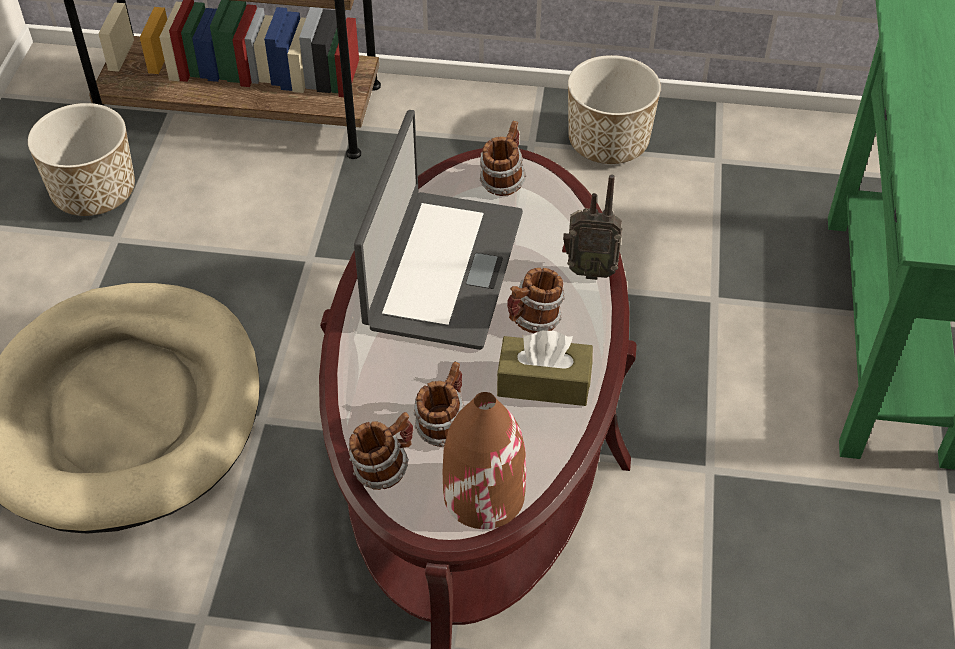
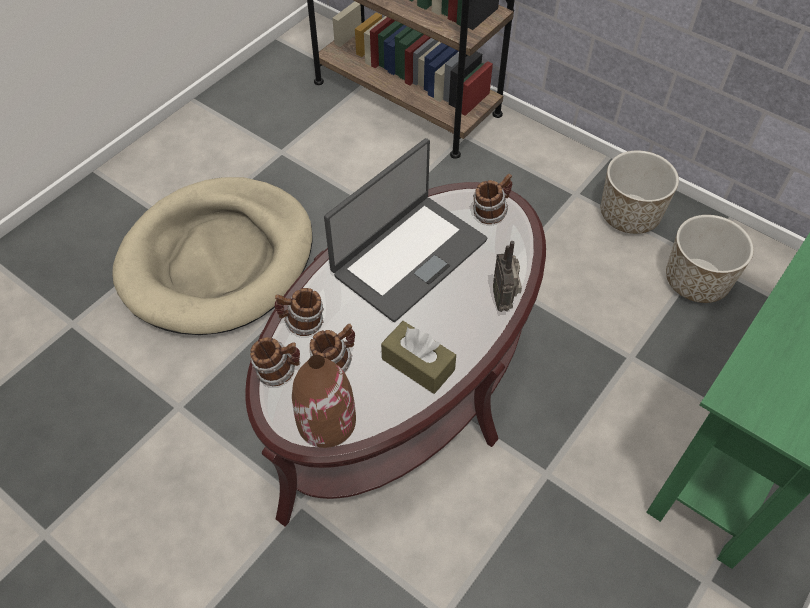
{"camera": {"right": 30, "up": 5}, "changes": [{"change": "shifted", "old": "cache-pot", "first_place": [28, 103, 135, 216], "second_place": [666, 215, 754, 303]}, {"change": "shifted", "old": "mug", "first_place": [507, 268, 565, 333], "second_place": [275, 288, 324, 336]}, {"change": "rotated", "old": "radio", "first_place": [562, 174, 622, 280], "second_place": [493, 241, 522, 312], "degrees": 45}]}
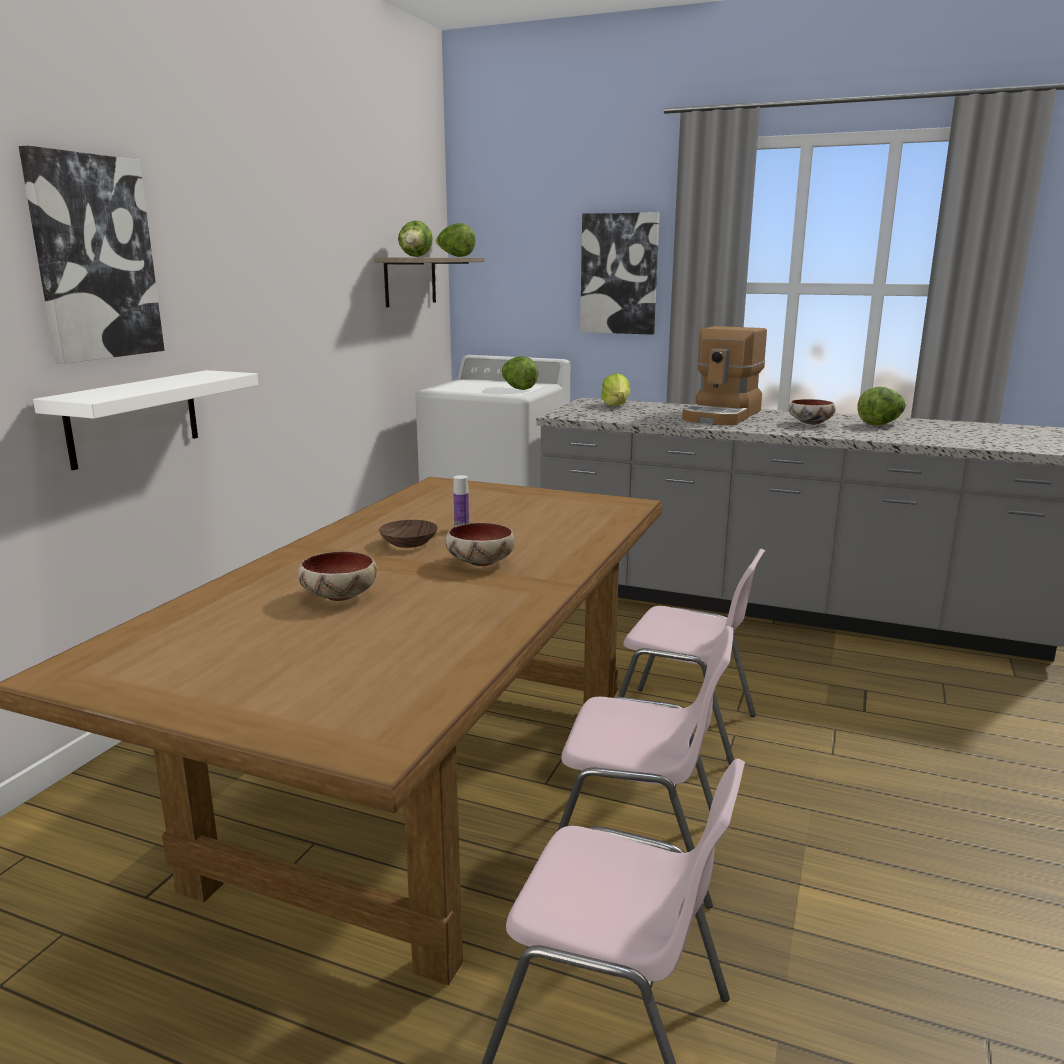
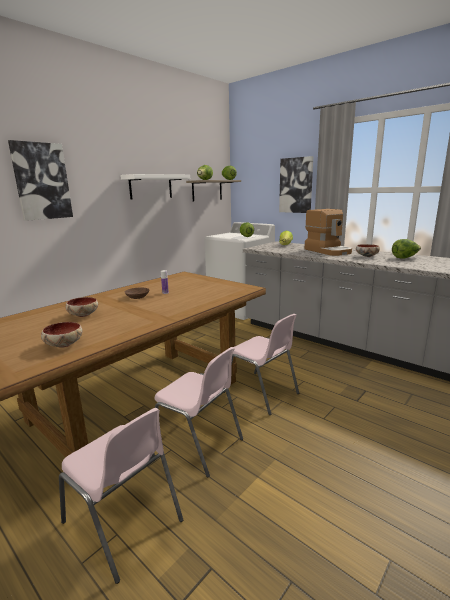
{"camera": {"right": 20, "up": 0}, "changes": [{"change": "shifted", "old": "étagère (blanc)", "first_place": [33, 370, 258, 470], "second_place": [120, 174, 190, 200]}, {"change": "shifted", "old": "bol", "first_place": [445, 523, 515, 566], "second_place": [41, 322, 82, 348]}, {"change": "rotated", "old": "machine à café", "first_place": [682, 326, 767, 425], "second_place": [305, 209, 352, 256], "degrees": -75}]}
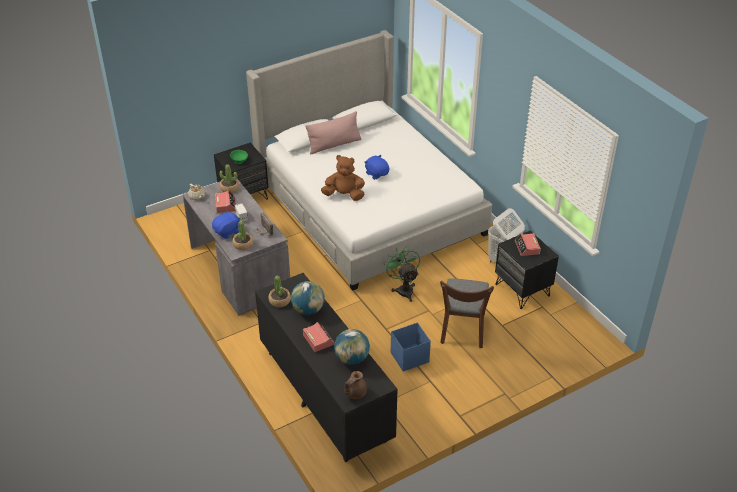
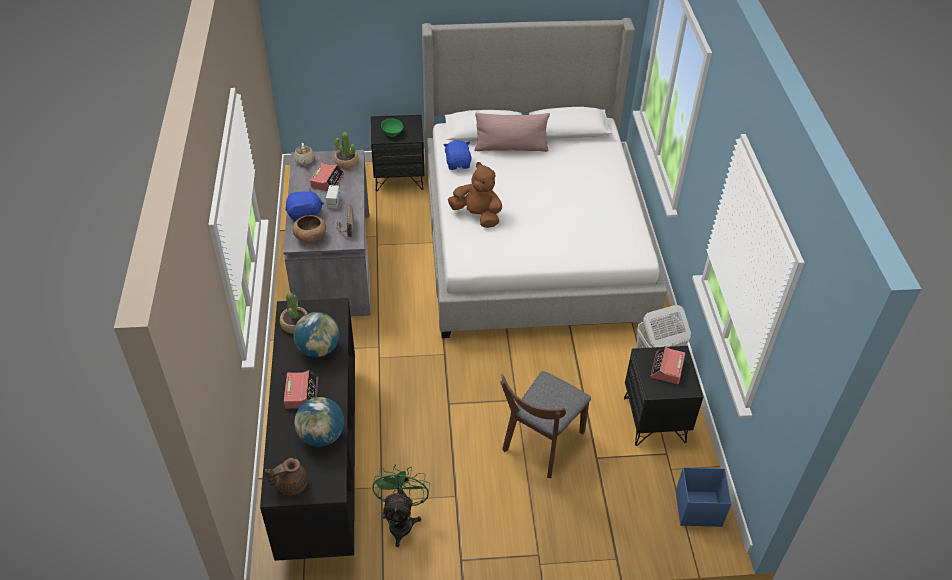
{"camera": {"right": 25, "up": 5}, "changes": [{"change": "shifted", "old": "peluche (bleu)", "first_place": [364, 155, 389, 180], "second_place": [443, 140, 472, 170]}, {"change": "shifted", "old": "ventilateur (vert)", "first_place": [384, 247, 420, 302], "second_place": [372, 464, 430, 547]}, {"change": "shifted", "old": "boîte de rangement (bleu)", "first_place": [391, 322, 431, 371], "second_place": [676, 467, 732, 527]}, {"change": "swapped", "old": "plante en pot", "new": "bol (marron)", "first_place": [232, 221, 253, 250], "second_place": [293, 215, 326, 243]}]}
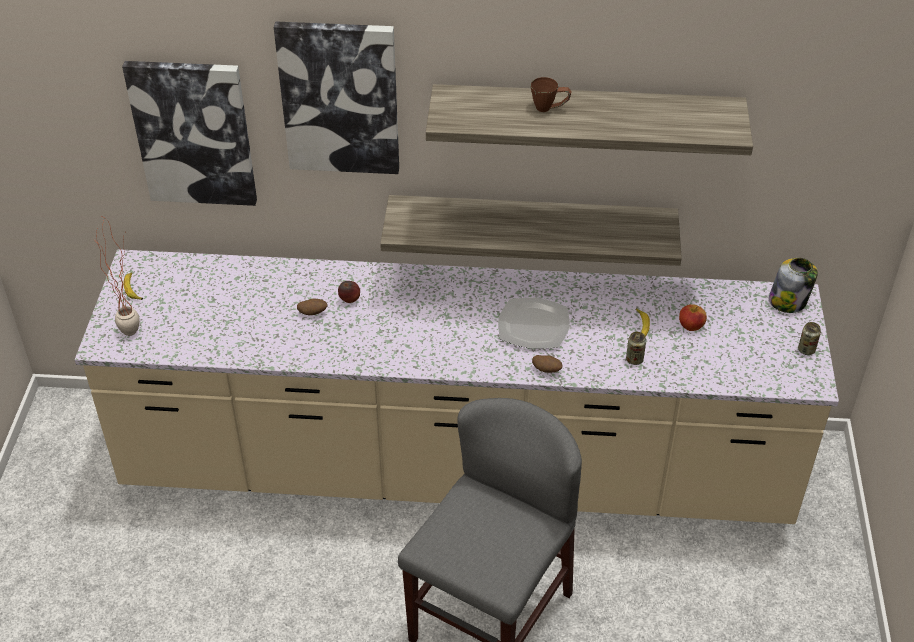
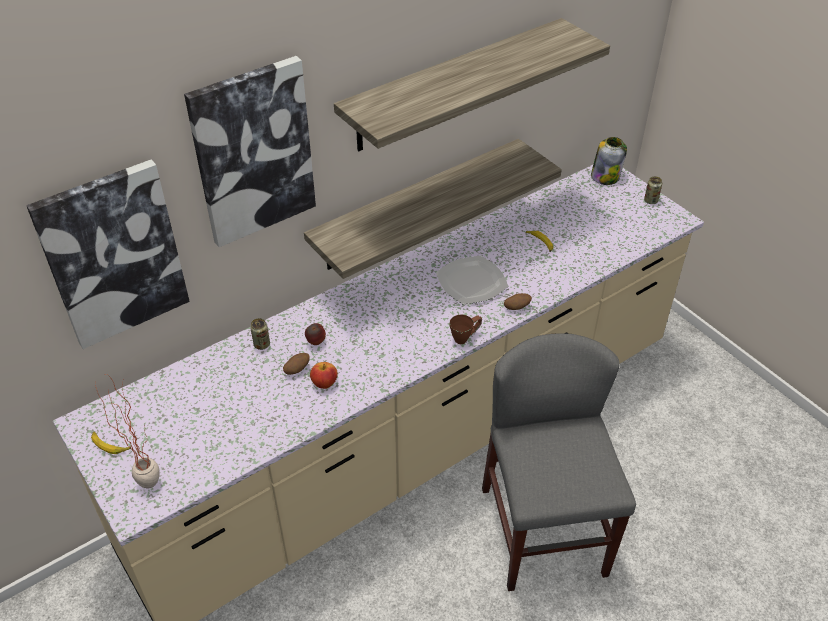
{"camera": {"right": -40, "up": 0}, "changes": [{"change": "shifted", "old": "mug (marron)", "first_place": [531, 77, 571, 112], "second_place": [449, 315, 482, 344]}, {"change": "shifted", "old": "boîte métallique", "first_place": [626, 332, 646, 365], "second_place": [250, 318, 270, 350]}, {"change": "shifted", "old": "pomme", "first_place": [679, 304, 707, 331], "second_place": [310, 362, 338, 389]}]}
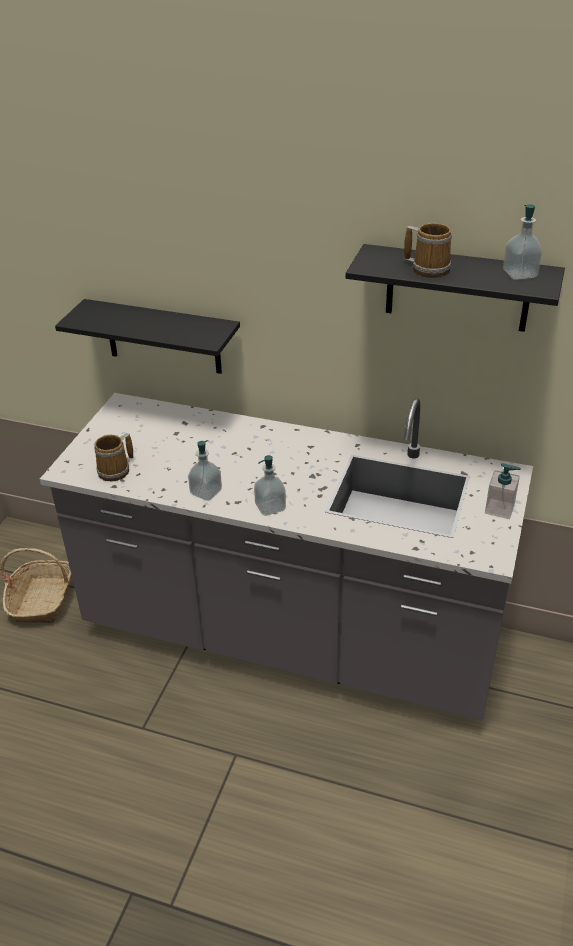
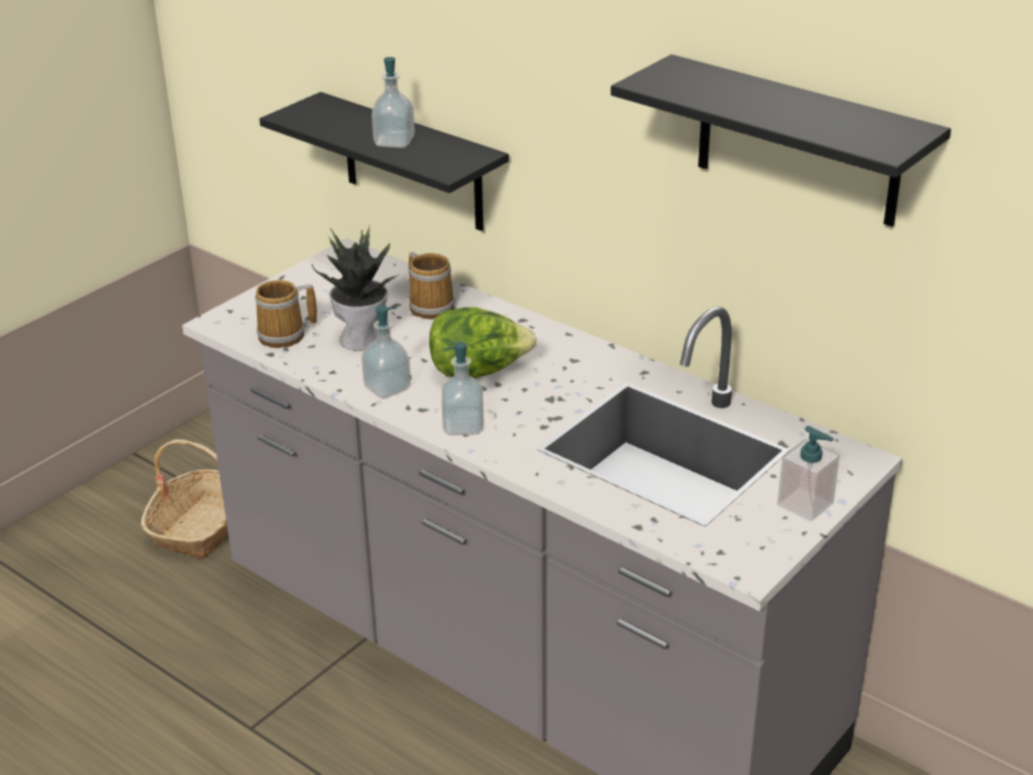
{"camera": {"right": 20, "up": -5}, "changes": [{"change": "new", "new": "plante en pot", "second_place": [312, 222, 400, 351]}, {"change": "new", "new": "laitue", "second_place": [429, 307, 537, 378]}, {"change": "shifted", "old": "mug", "first_place": [404, 223, 452, 278], "second_place": [409, 252, 455, 319]}, {"change": "shifted", "old": "distributeur de savon", "first_place": [503, 204, 542, 280], "second_place": [372, 57, 415, 148]}]}
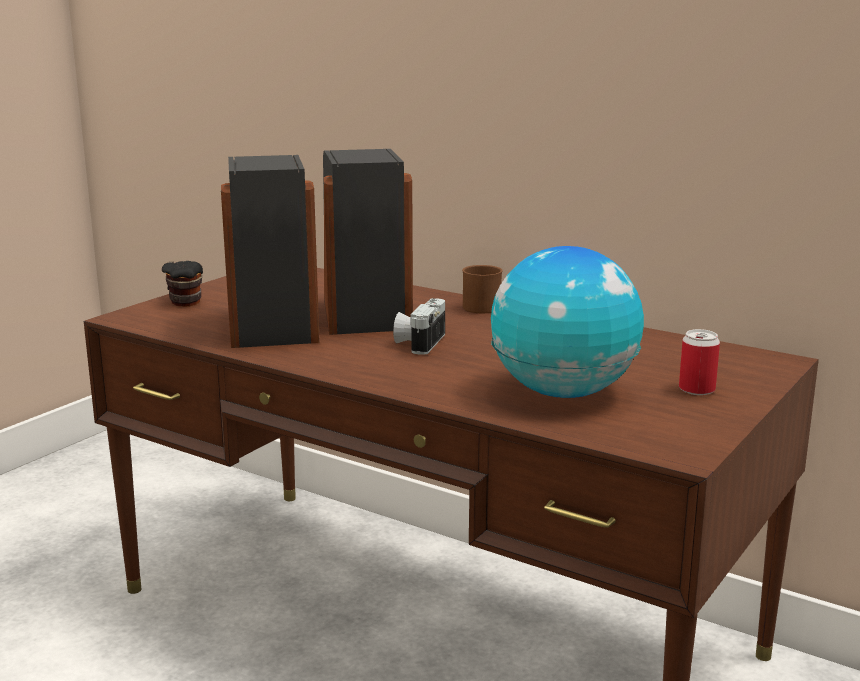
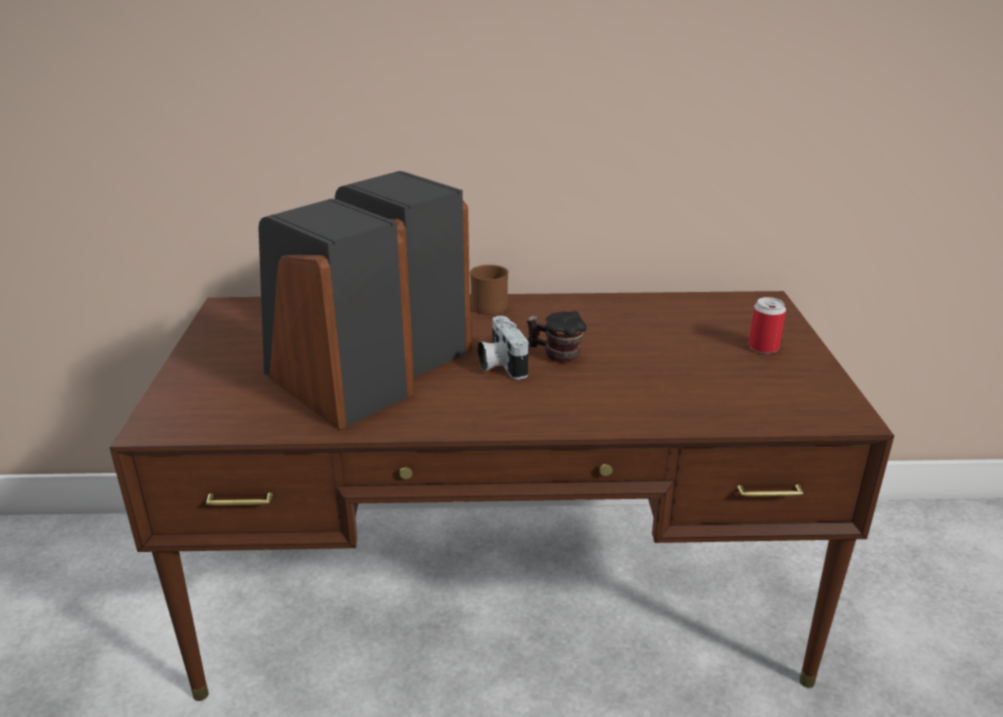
{"camera": {"right": -35, "up": 10}, "changes": [{"change": "gone", "old": "globe", "first_place": [491, 246, 644, 398]}, {"change": "shifted", "old": "mug", "first_place": [162, 261, 203, 307], "second_place": [526, 311, 586, 363]}]}
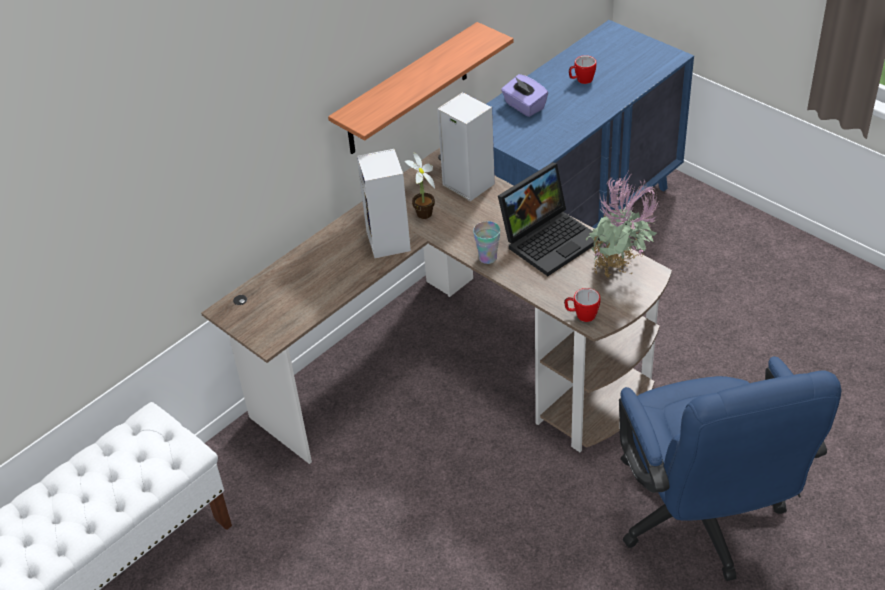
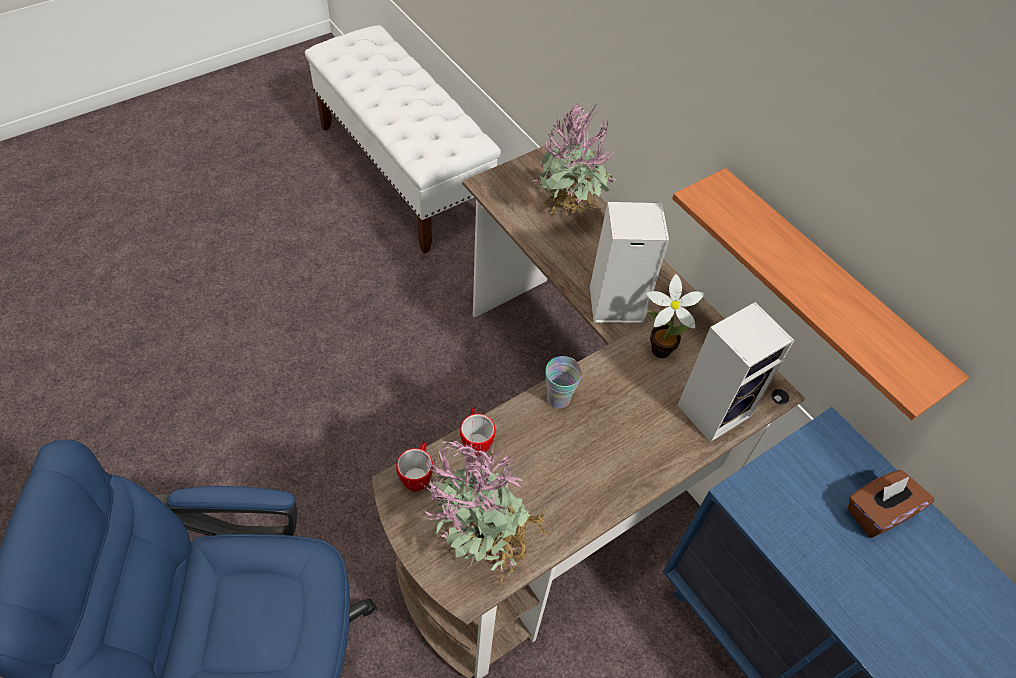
{"camera": {"right": 95, "up": 10}, "changes": [{"change": "gone", "old": "ordinateur portable", "first_place": [498, 162, 600, 276]}, {"change": "new", "new": "plante en pot", "second_place": [533, 103, 616, 222]}, {"change": "shifted", "old": "mug", "first_place": [569, 55, 597, 84], "second_place": [460, 407, 495, 456]}, {"change": "repainted", "old": "boîte à mouchoirs (violet)", "new": "boîte à mouchoirs (marron)", "first_place": [501, 74, 548, 117], "second_place": [848, 470, 935, 538]}]}
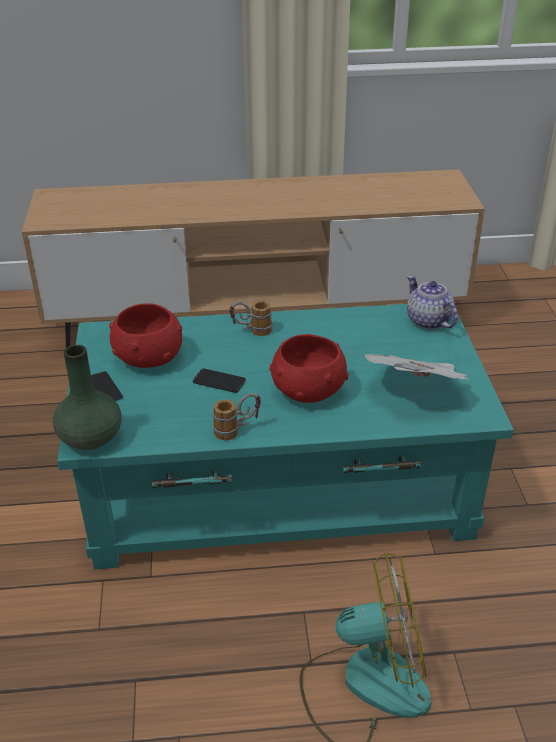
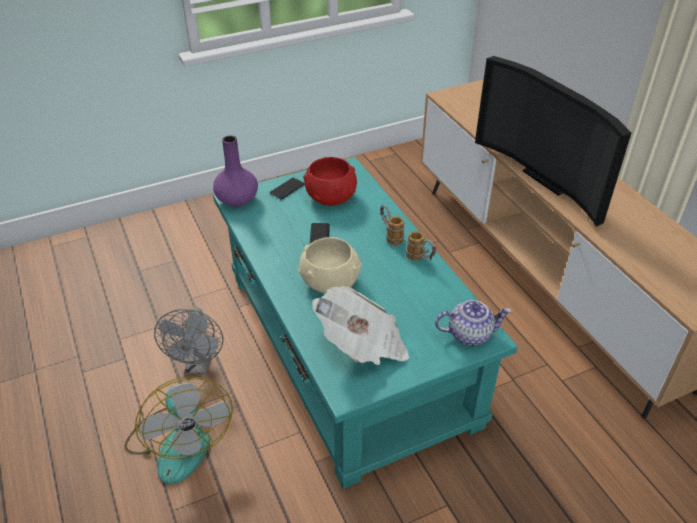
{"camera": {"right": 70, "up": 5}, "changes": [{"change": "new", "new": "ventilateur (gris)", "second_place": [154, 307, 223, 374]}, {"change": "new", "new": "téléviseur", "second_place": [475, 56, 631, 227]}, {"change": "shifted", "old": "mug", "first_place": [213, 393, 261, 440], "second_place": [406, 231, 436, 261]}, {"change": "repainted", "old": "vase (vert)", "new": "vase (violet)", "first_place": [53, 345, 122, 450], "second_place": [213, 135, 258, 207]}, {"change": "repainted", "old": "bol (rouge)", "new": "bol (beige)", "first_place": [270, 334, 348, 403], "second_place": [298, 237, 362, 293]}, {"change": "rotated", "old": "théière", "first_place": [407, 276, 458, 330], "second_place": [435, 300, 511, 346], "degrees": 45}]}
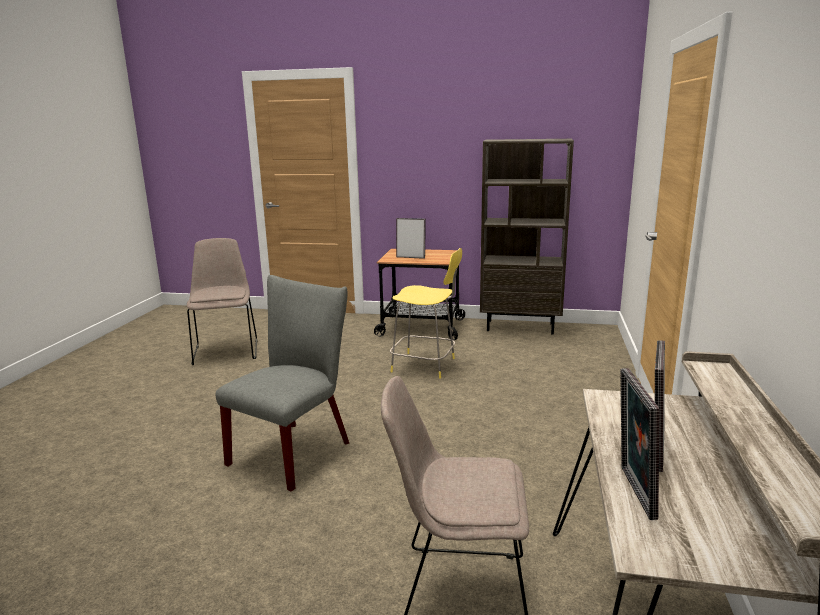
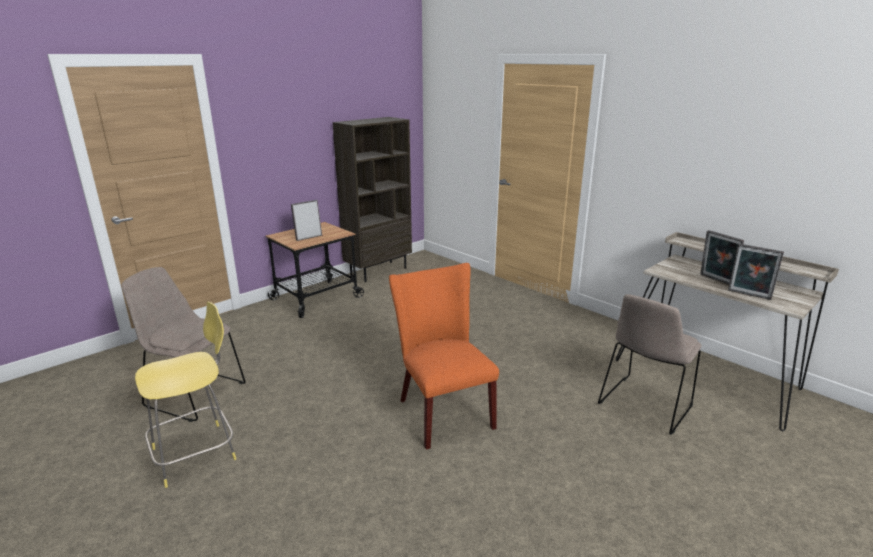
{"camera": {"right": -55, "up": 5}, "changes": [{"change": "shifted", "old": "tabouret (jaune)", "first_place": [390, 248, 462, 379], "second_place": [135, 302, 236, 488]}, {"change": "repainted", "old": "chaise (gris)", "new": "chaise (orange)", "first_place": [216, 275, 349, 492], "second_place": [389, 263, 499, 450]}]}
